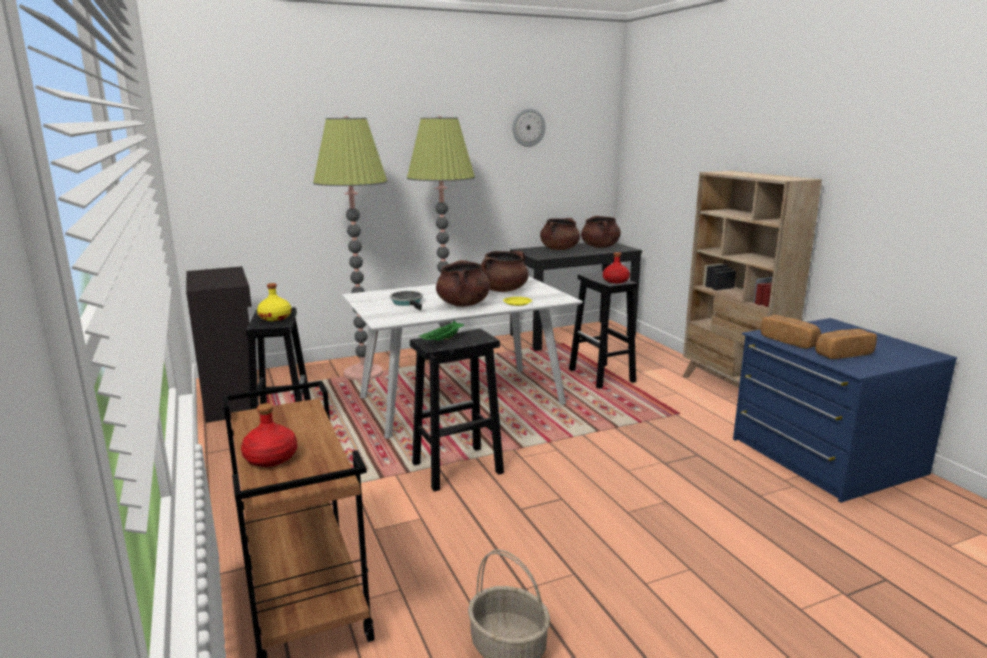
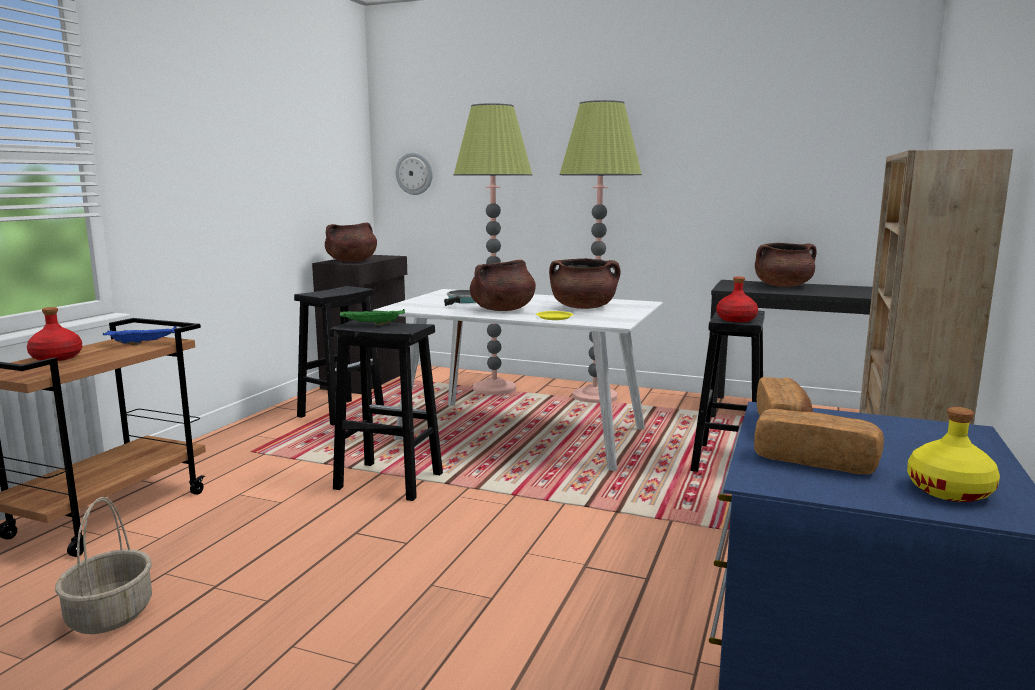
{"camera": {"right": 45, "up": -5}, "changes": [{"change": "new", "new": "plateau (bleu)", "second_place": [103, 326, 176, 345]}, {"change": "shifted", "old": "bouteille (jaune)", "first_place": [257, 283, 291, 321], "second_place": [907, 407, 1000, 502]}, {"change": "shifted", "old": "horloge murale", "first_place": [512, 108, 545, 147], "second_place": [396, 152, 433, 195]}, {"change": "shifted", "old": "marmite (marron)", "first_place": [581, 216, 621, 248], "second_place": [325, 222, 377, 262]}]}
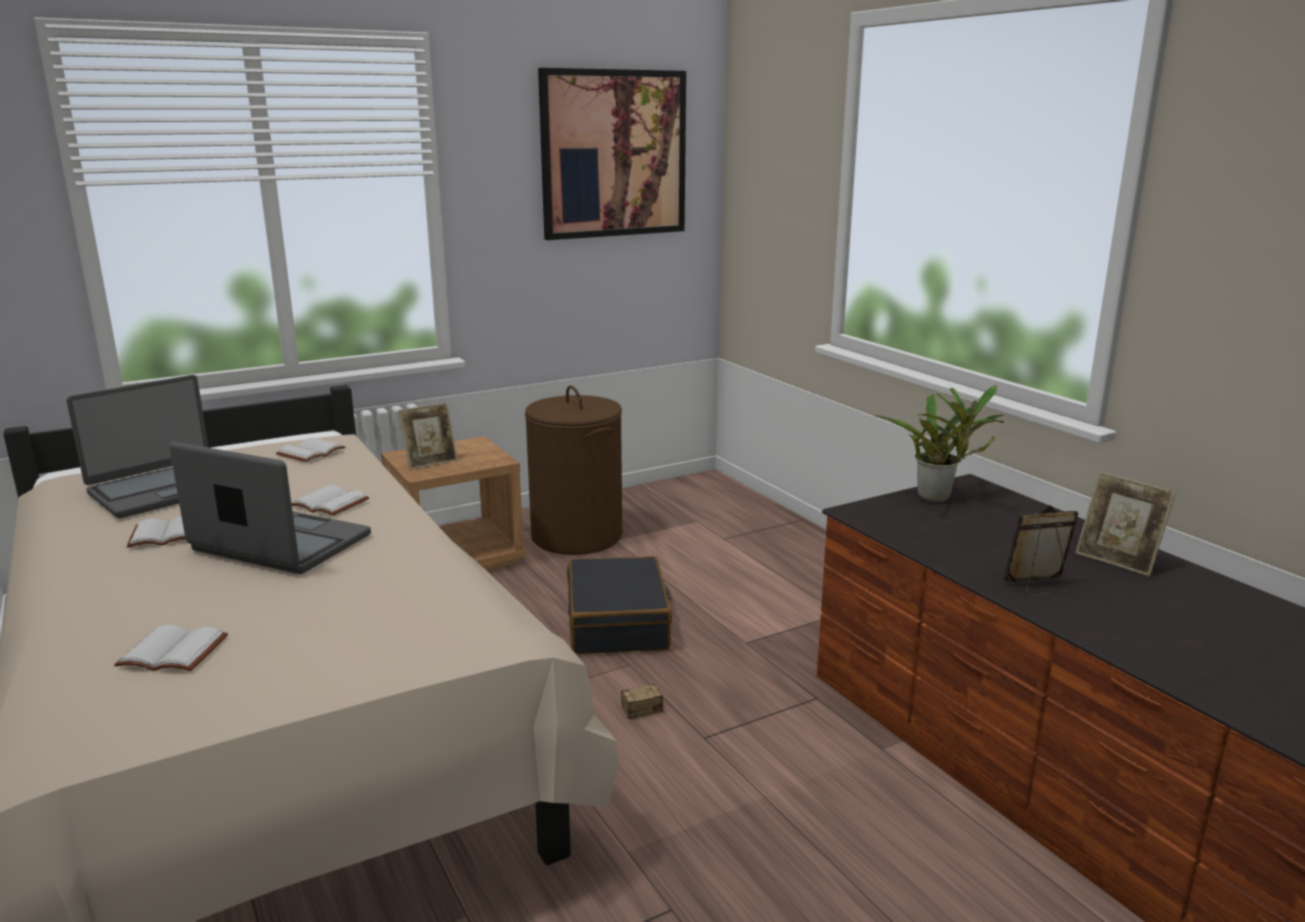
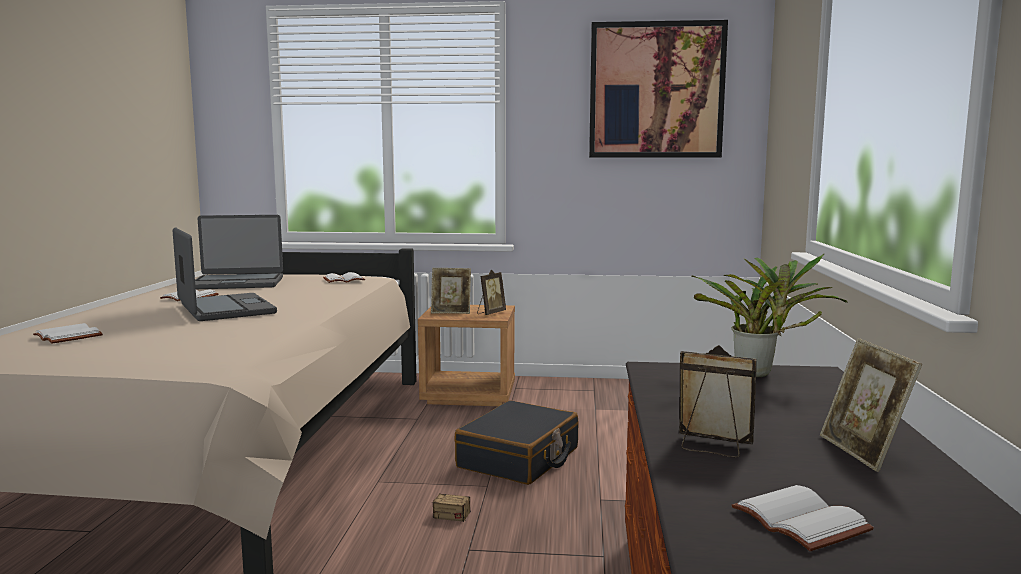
{"camera": {"right": 35, "up": -10}, "changes": [{"change": "gone", "old": "panier à linge (marron)", "first_place": [525, 386, 622, 555]}, {"change": "new", "new": "cadre photo", "second_place": [477, 270, 506, 315]}, {"change": "shifted", "old": "livre (blanc)", "first_place": [291, 485, 369, 516], "second_place": [731, 485, 874, 551]}]}
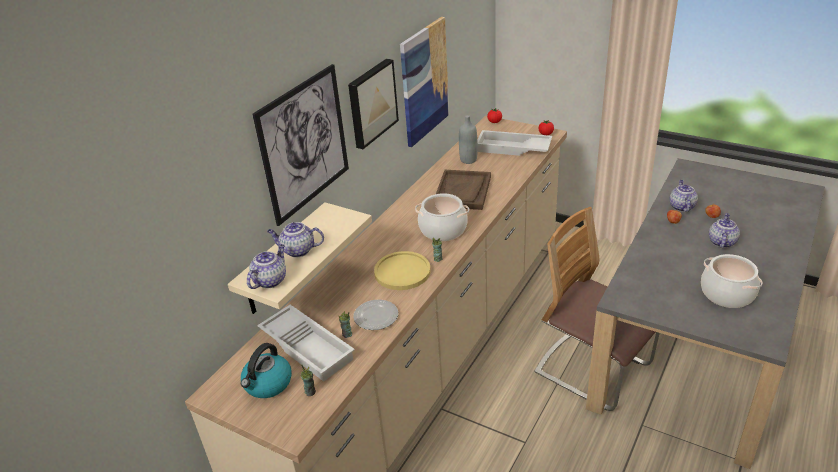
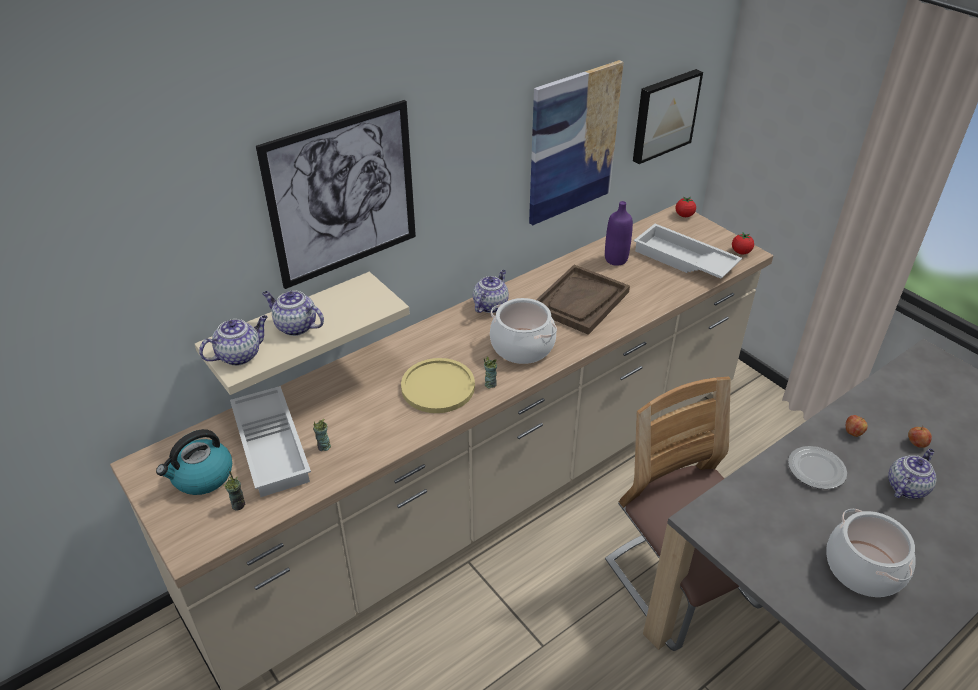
{"camera": {"right": 20, "up": 5}, "changes": [{"change": "shifted", "old": "tableau", "first_place": [348, 59, 399, 149], "second_place": [633, 69, 703, 164]}, {"change": "shifted", "old": "assiette", "first_place": [353, 300, 398, 330], "second_place": [788, 446, 847, 489]}, {"change": "shifted", "old": "théière", "first_place": [670, 180, 698, 212], "second_place": [473, 270, 509, 313]}, {"change": "repainted", "old": "bouteille (gris)", "new": "bouteille (violet)", "first_place": [459, 115, 478, 164], "second_place": [605, 201, 633, 266]}]}
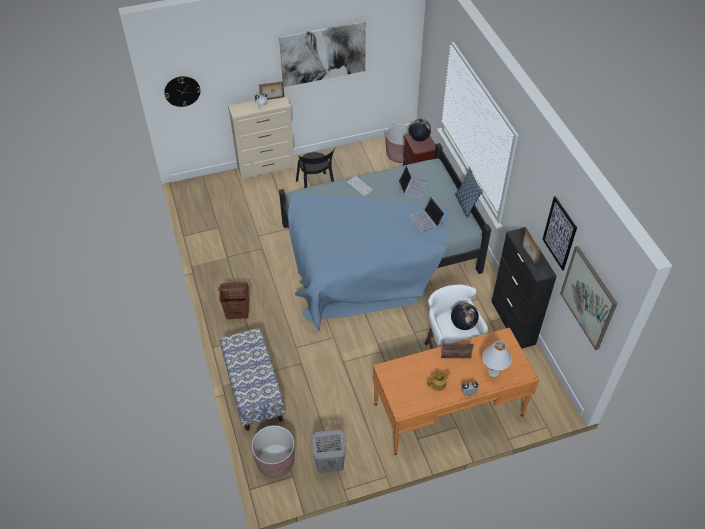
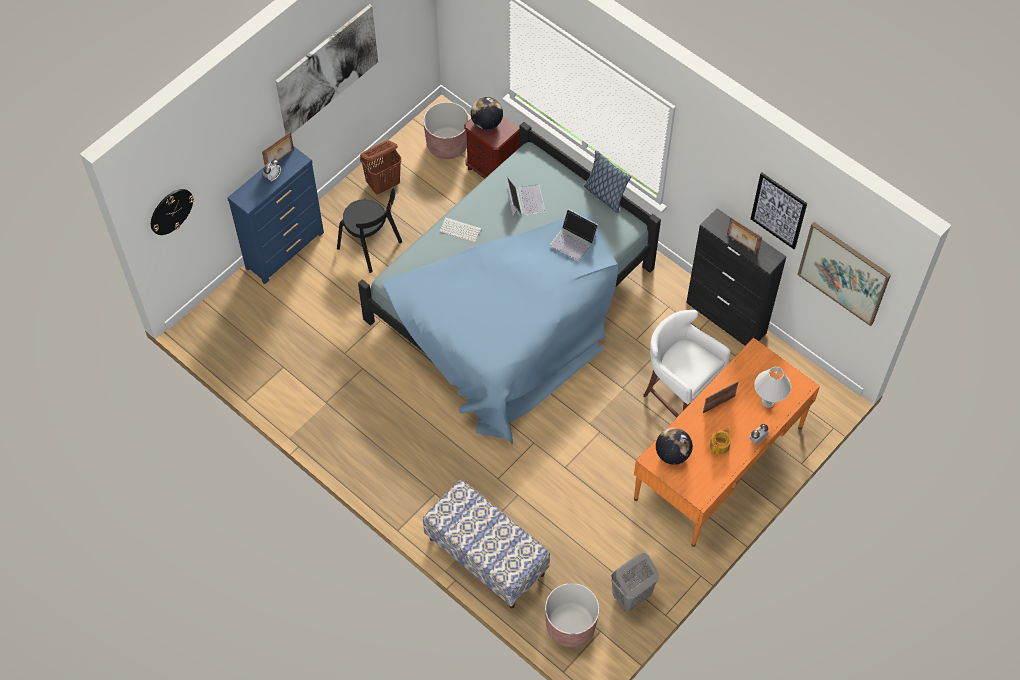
{"camera": {"right": -30, "up": 10}, "changes": [{"change": "shifted", "old": "panier à linge (marron)", "first_place": [219, 282, 249, 319], "second_place": [360, 140, 401, 194]}, {"change": "shifted", "old": "globe", "first_place": [451, 303, 479, 330], "second_place": [656, 428, 693, 465]}, {"change": "repainted", "old": "commode (beige)", "new": "commode (bleu)", "first_place": [228, 94, 295, 182], "second_place": [227, 147, 324, 284]}]}
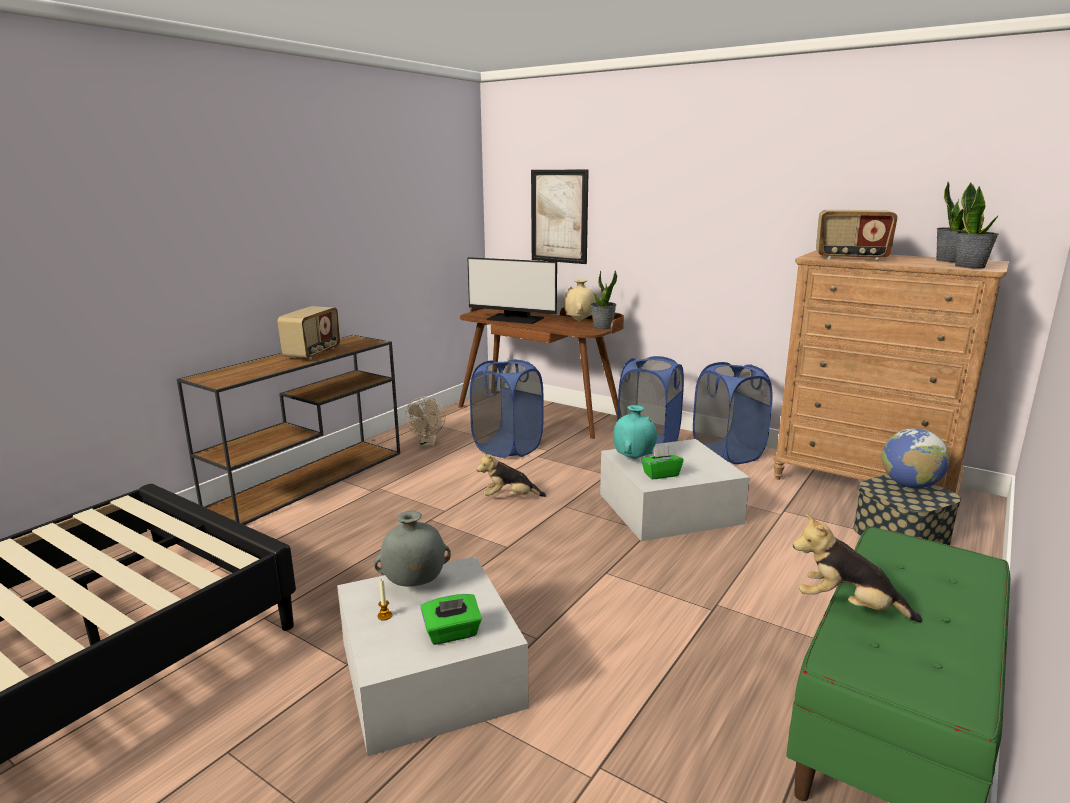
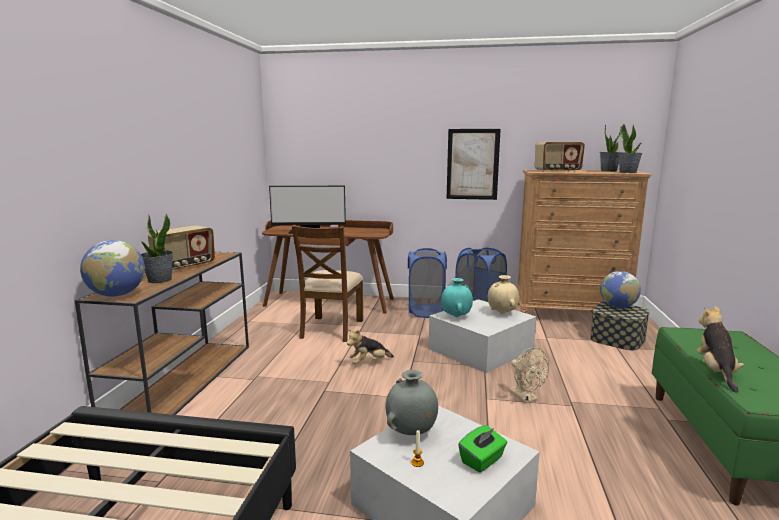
{"camera": {"right": -25, "up": -5}, "changes": [{"change": "gone", "old": "boîte à mouchoirs (vert)", "first_place": [641, 446, 684, 479]}, {"change": "new", "new": "globe", "second_place": [80, 240, 145, 297]}, {"change": "shifted", "old": "ventilateur (beige)", "first_place": [405, 397, 445, 447], "second_place": [509, 347, 549, 403]}, {"change": "shifted", "old": "tableau", "first_place": [531, 170, 589, 264], "second_place": [447, 129, 501, 200]}, {"change": "shifted", "old": "vase (beige)", "first_place": [564, 279, 597, 321], "second_place": [488, 275, 519, 314]}, {"change": "shifted", "old": "plante en pot", "first_place": [591, 270, 617, 329], "second_place": [141, 213, 173, 283]}, {"change": "swapped", "old": "panier à linge (bleu)", "new": "chaise (marron)", "first_place": [470, 359, 543, 458], "second_place": [292, 225, 363, 342]}, {"change": "rotated", "old": "radio", "first_place": [277, 306, 340, 359], "second_place": [148, 225, 215, 272], "degrees": 45}, {"change": "rotated", "old": "peluche", "first_place": [793, 514, 922, 622], "second_place": [696, 306, 744, 393], "degrees": 105}]}
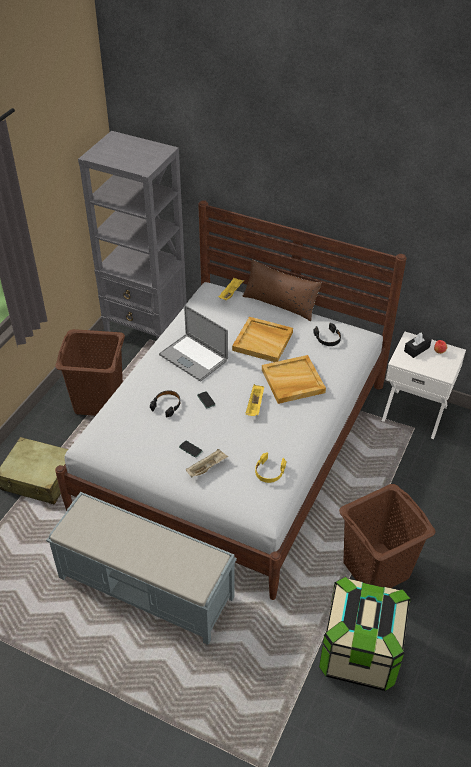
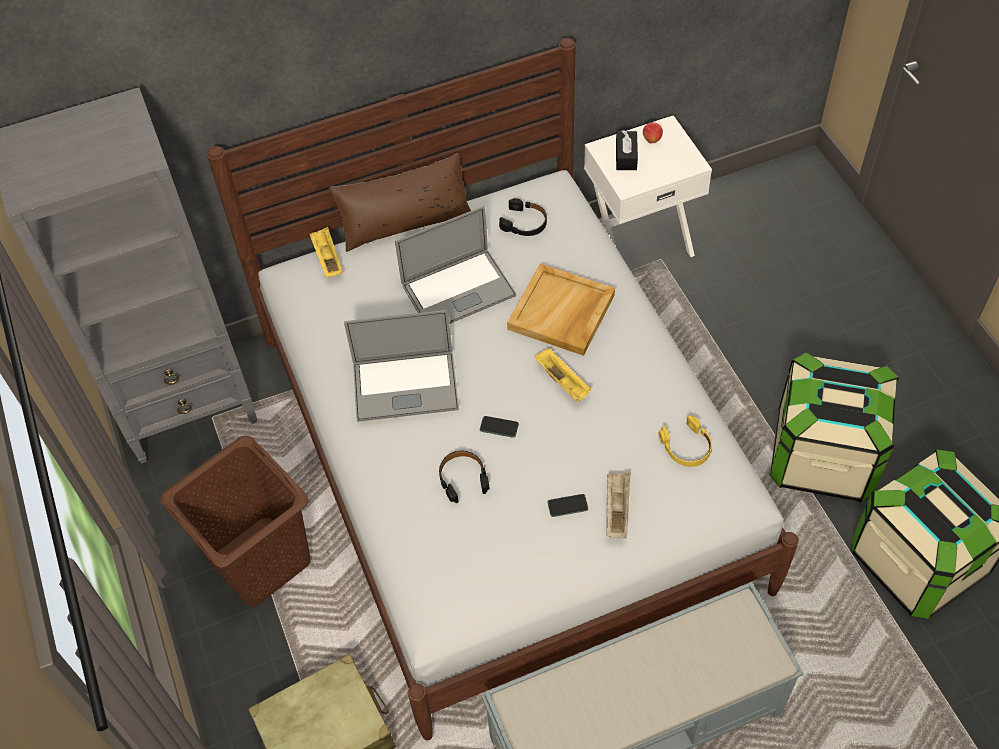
{"camera": {"right": -45, "up": 10}, "changes": [{"change": "swapped", "old": "plateau (beige)", "new": "ordinateur portable", "first_place": [232, 317, 293, 362], "second_place": [395, 206, 516, 324]}, {"change": "swapped", "old": "panier à linge (marron)", "new": "boîte de rangement", "first_place": [339, 484, 436, 588], "second_place": [770, 352, 899, 502]}]}
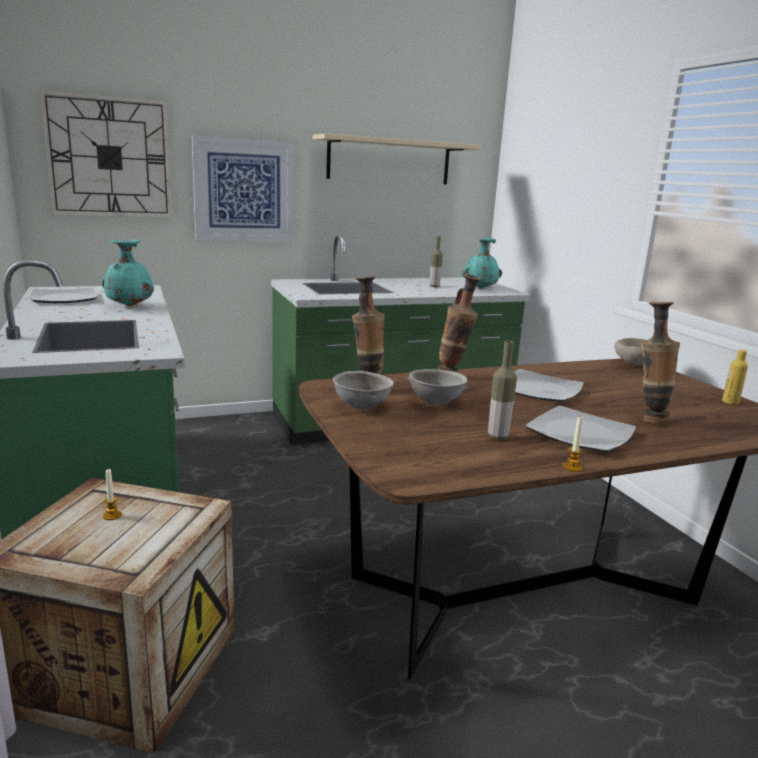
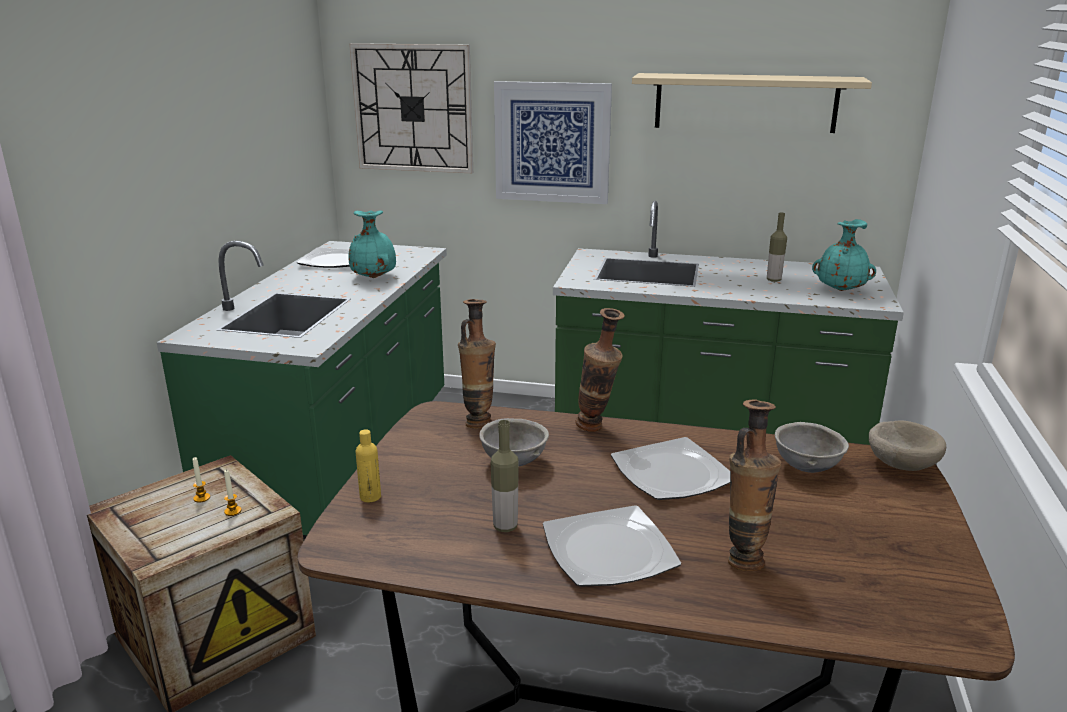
{"camera": {"right": 35, "up": 5}, "changes": [{"change": "shifted", "old": "bol (gris)", "first_place": [333, 371, 394, 409], "second_place": [775, 422, 849, 473]}, {"change": "shifted", "old": "bougie", "first_place": [563, 416, 583, 472], "second_place": [224, 470, 242, 516]}, {"change": "shifted", "old": "bouteille (jaune)", "first_place": [722, 350, 748, 405], "second_place": [356, 429, 381, 502]}]}
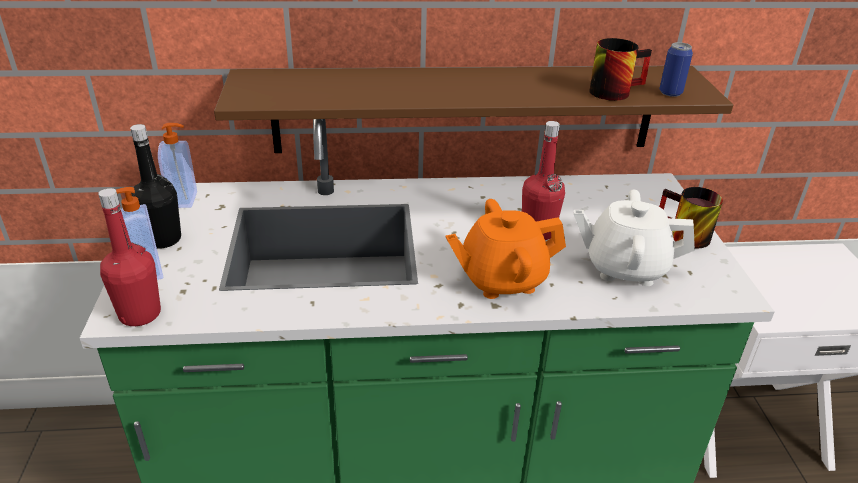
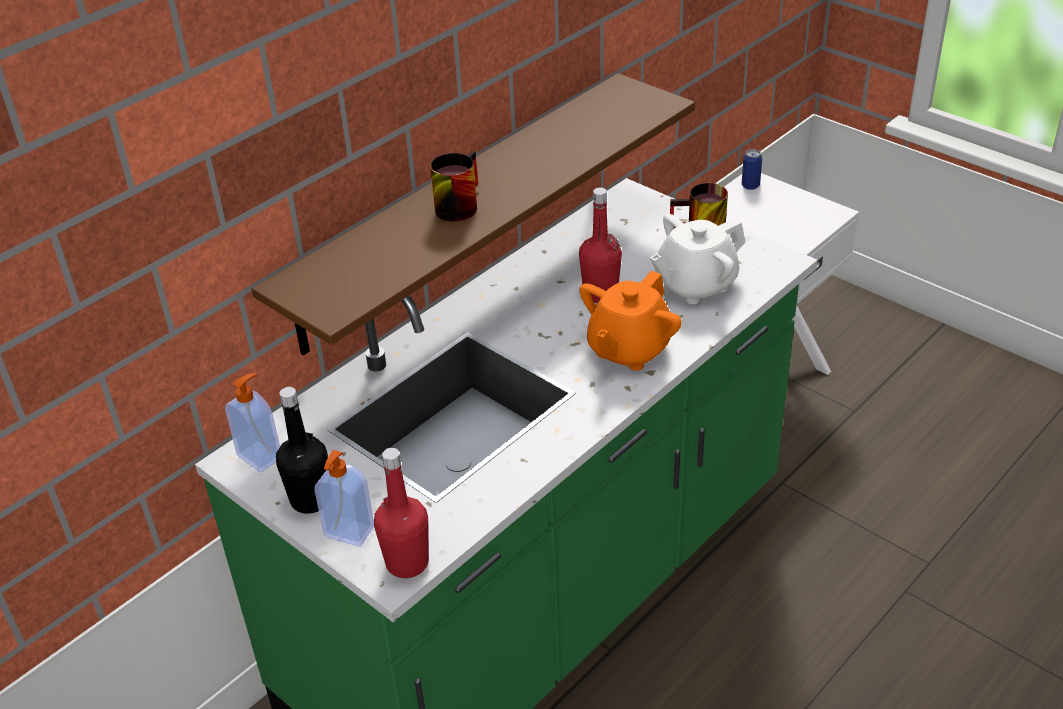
{"camera": {"right": -40, "up": 5}, "changes": [{"change": "shifted", "old": "mug", "first_place": [589, 38, 652, 101], "second_place": [430, 151, 478, 221]}, {"change": "shifted", "old": "boîte métallique", "first_place": [660, 42, 693, 97], "second_place": [742, 149, 762, 190]}]}
